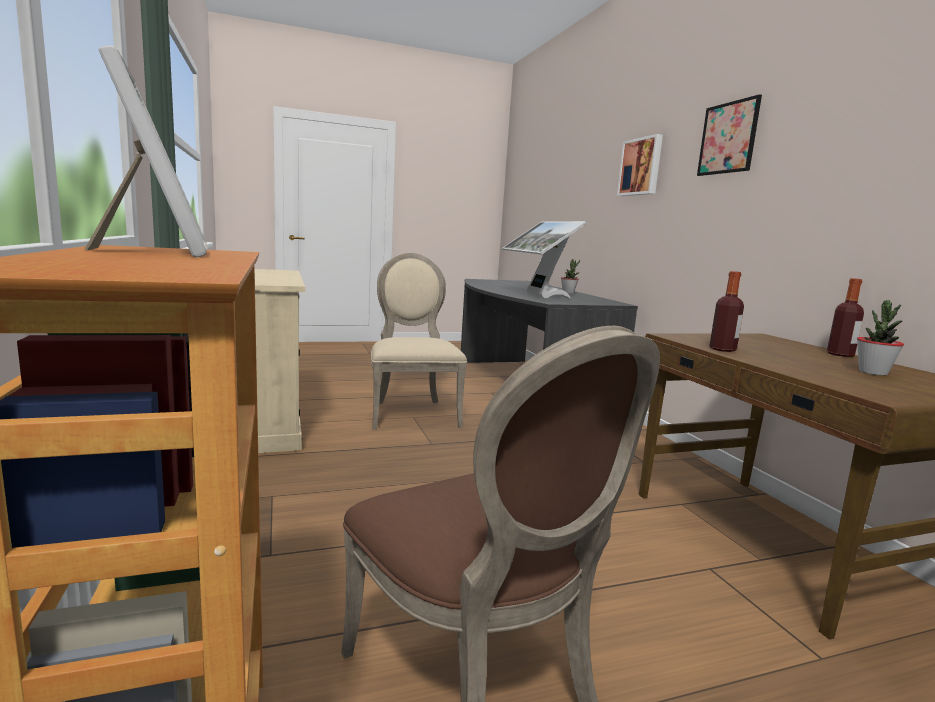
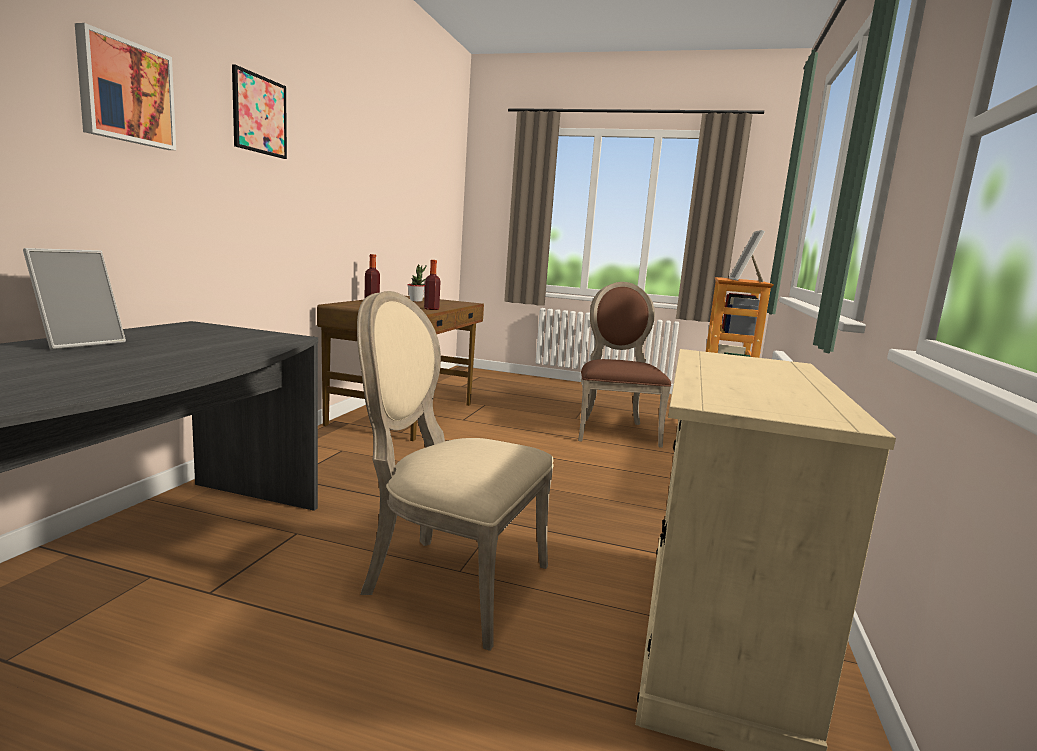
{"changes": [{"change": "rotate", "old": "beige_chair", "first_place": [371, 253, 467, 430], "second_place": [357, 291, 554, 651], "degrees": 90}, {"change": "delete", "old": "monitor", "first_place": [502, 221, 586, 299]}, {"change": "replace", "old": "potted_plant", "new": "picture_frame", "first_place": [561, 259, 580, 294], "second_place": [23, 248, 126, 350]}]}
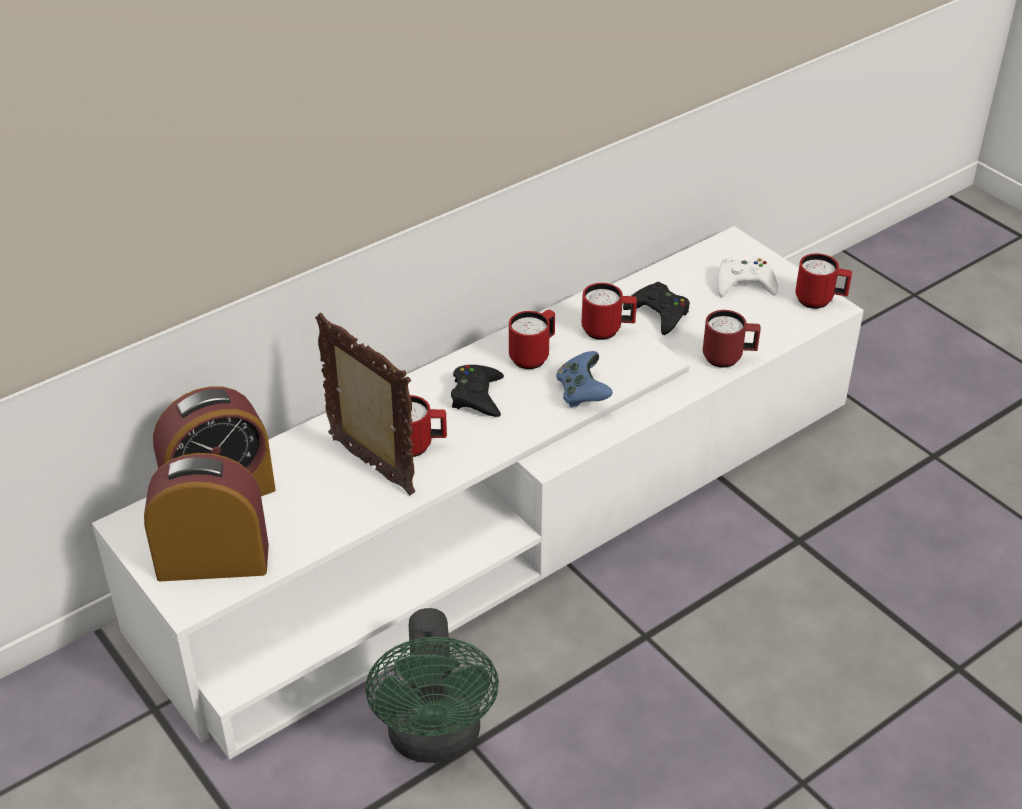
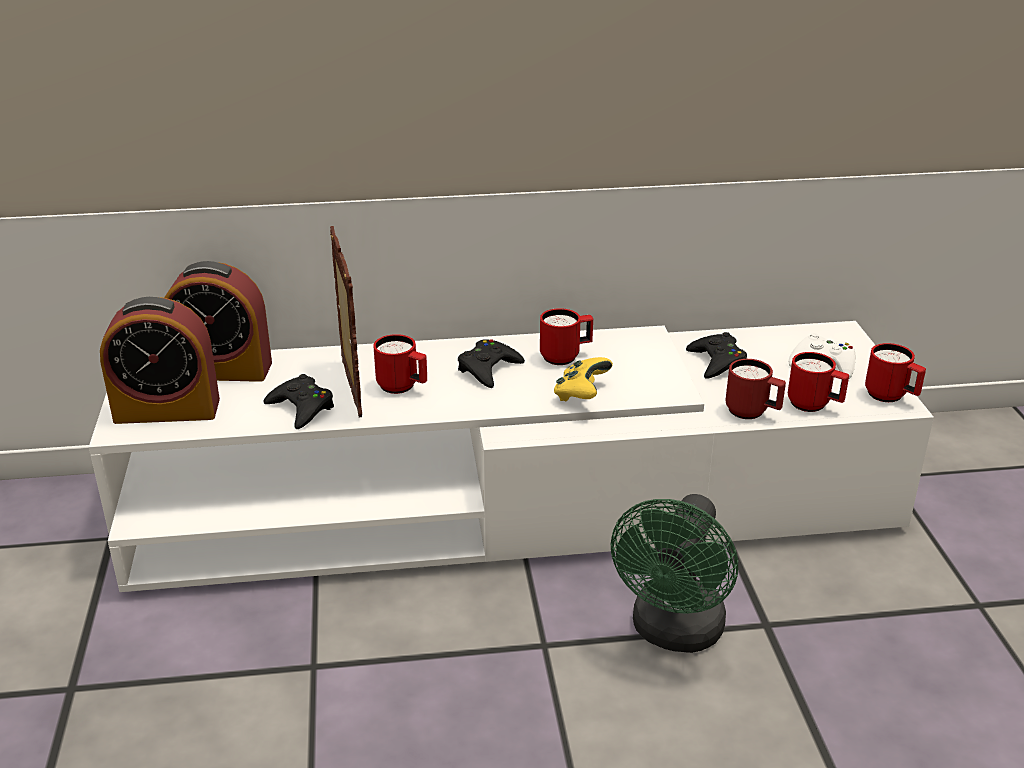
{"changes": [{"change": "rotate", "old": "alarm_clock", "first_place": [144, 453, 269, 581], "second_place": [100, 297, 220, 424], "degrees": 150}, {"change": "move", "old": "green_fan", "first_place": [365, 608, 499, 763], "second_place": [611, 494, 738, 653]}, {"change": "recolor", "old": "blue_game_controller", "new": "yellow_game_controller", "first_place": [556, 351, 613, 408], "second_place": [554, 357, 613, 402]}, {"change": "move", "old": "red_mug", "first_place": [582, 283, 637, 340], "second_place": [788, 352, 849, 412]}, {"change": "insert", "new": "black_game_controller", "second_place": [264, 374, 334, 429]}]}
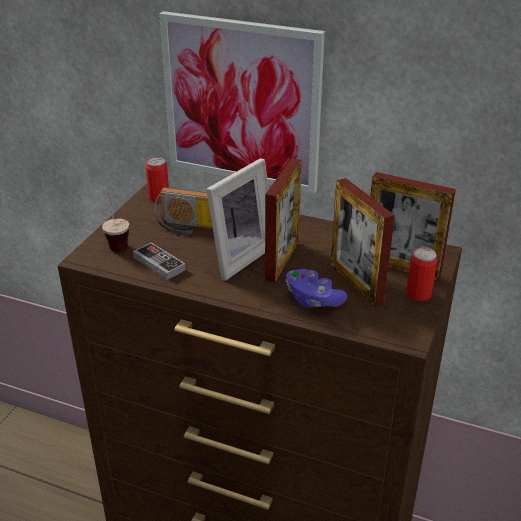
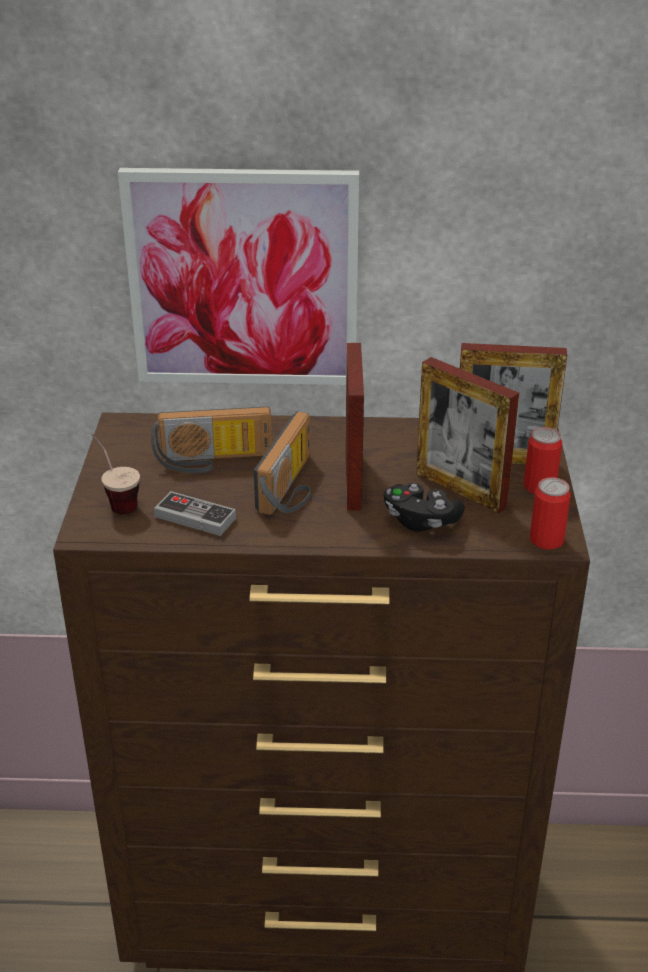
{"changes": [{"change": "move", "old": "can", "first_place": [146, 157, 169, 202], "second_place": [529, 477, 571, 550]}, {"change": "replace", "old": "picture_frame", "new": "radio", "first_place": [206, 158, 269, 281], "second_place": [254, 412, 311, 515]}, {"change": "recolor", "old": "purple_game_controller", "new": "black_game_controller", "first_place": [286, 269, 347, 308], "second_place": [384, 483, 465, 532]}]}
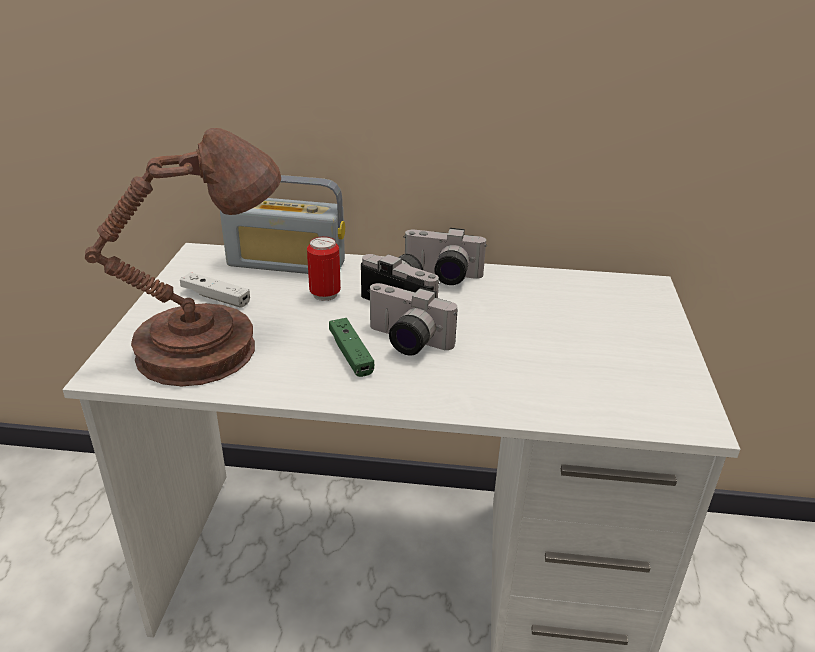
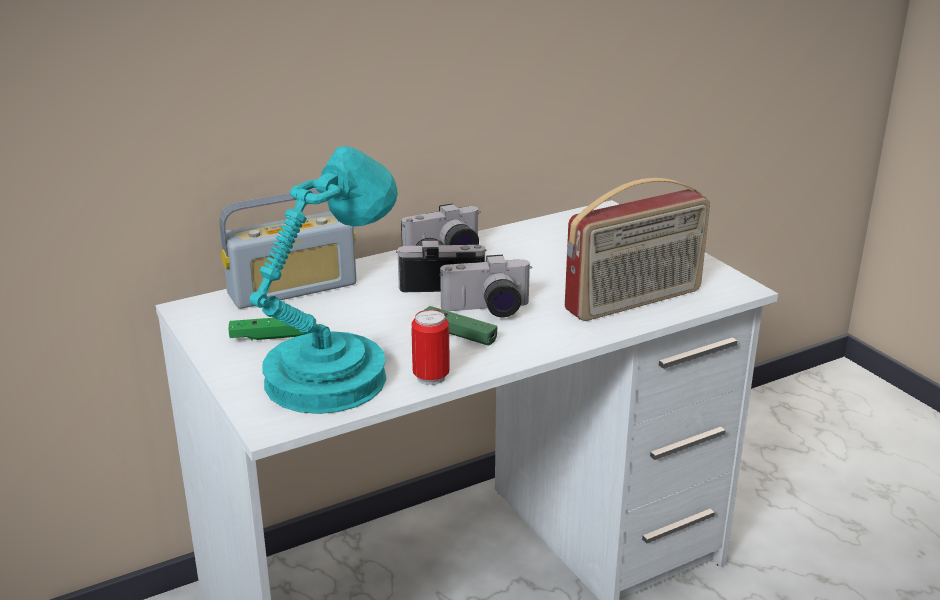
{"changes": [{"change": "recolor", "old": "brown_table_lamp", "new": "turquoise_table_lamp", "first_place": [85, 128, 281, 386], "second_place": [249, 146, 398, 414]}, {"change": "recolor", "old": "white_game_controller", "new": "green_game_controller", "first_place": [180, 272, 250, 308], "second_place": [229, 318, 312, 340]}, {"change": "move", "old": "can", "first_place": [307, 236, 341, 301], "second_place": [411, 310, 450, 385]}, {"change": "insert", "new": "radio", "second_place": [565, 178, 710, 321]}]}
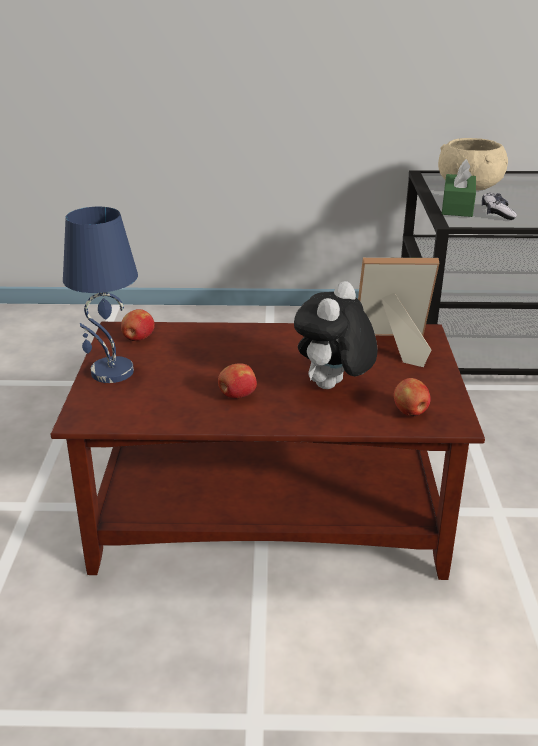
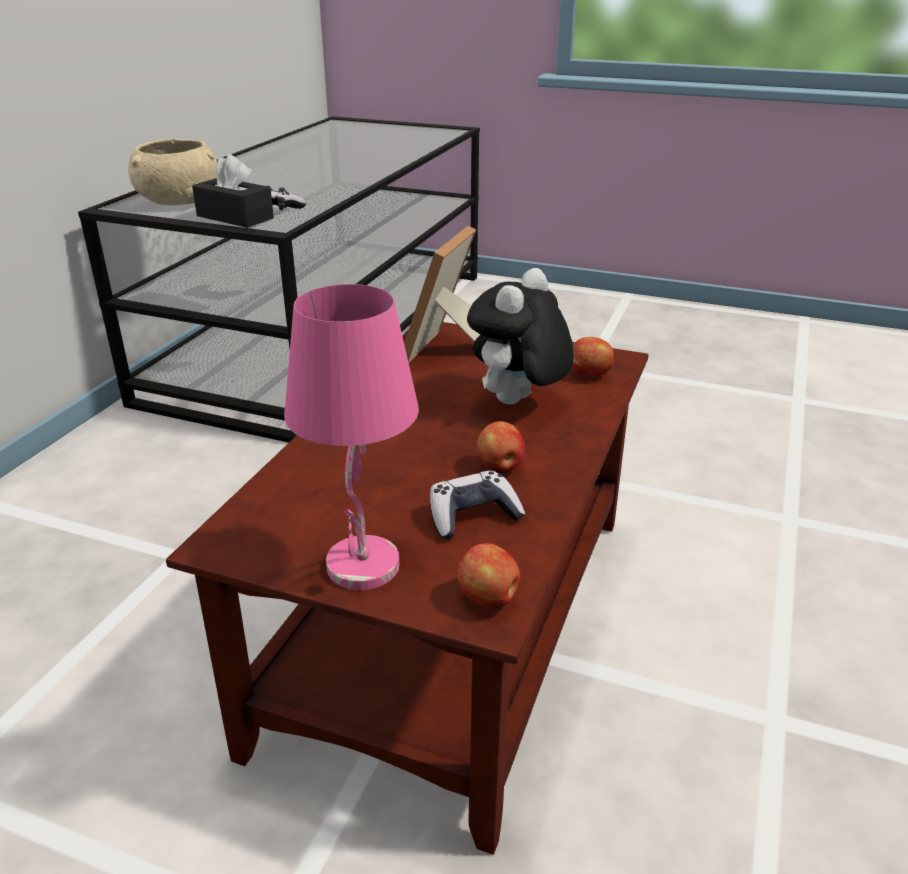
{"changes": [{"change": "recolor", "old": "blue_table_lamp", "new": "pink_table_lamp", "first_place": [63, 207, 138, 383], "second_place": [284, 284, 419, 590]}, {"change": "move", "old": "apple", "first_place": [121, 309, 155, 341], "second_place": [458, 543, 520, 608]}, {"change": "rotate", "old": "plush_toy", "first_place": [294, 281, 378, 389], "second_place": [467, 268, 574, 405], "degrees": 75}, {"change": "recolor", "old": "green_tissue_box", "new": "black_tissue_box", "first_place": [442, 159, 476, 217], "second_place": [192, 154, 274, 228]}, {"change": "insert", "new": "game_controller", "second_place": [430, 471, 525, 539]}]}
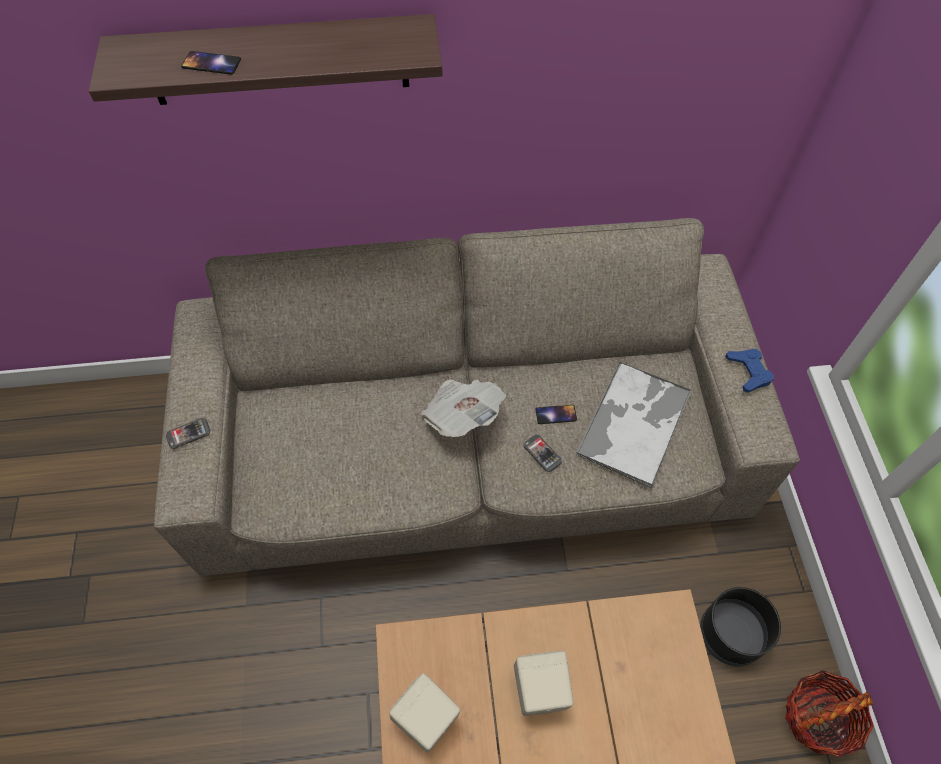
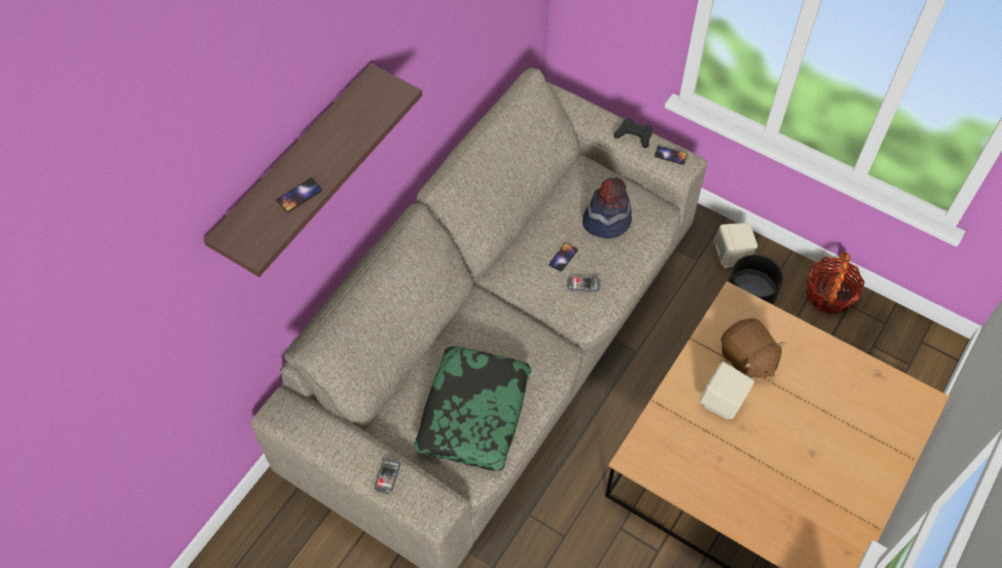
{"changes": [{"change": "move", "old": "beige_speaker", "first_place": [389, 673, 461, 753], "second_place": [714, 223, 758, 268]}, {"change": "delete", "old": "newspaper", "first_place": [421, 380, 506, 437]}, {"change": "replace", "old": "tray", "new": "hat", "first_place": [575, 362, 691, 488], "second_place": [583, 177, 632, 239]}, {"change": "recolor", "old": "blue_game_controller", "new": "black_game_controller", "first_place": [725, 349, 774, 393], "second_place": [614, 118, 653, 148]}, {"change": "insert", "new": "pillow", "second_place": [414, 346, 531, 471]}, {"change": "insert", "new": "phone", "second_place": [654, 146, 688, 165]}, {"change": "insert", "new": "brown_plush_toy", "second_place": [721, 318, 786, 378]}]}
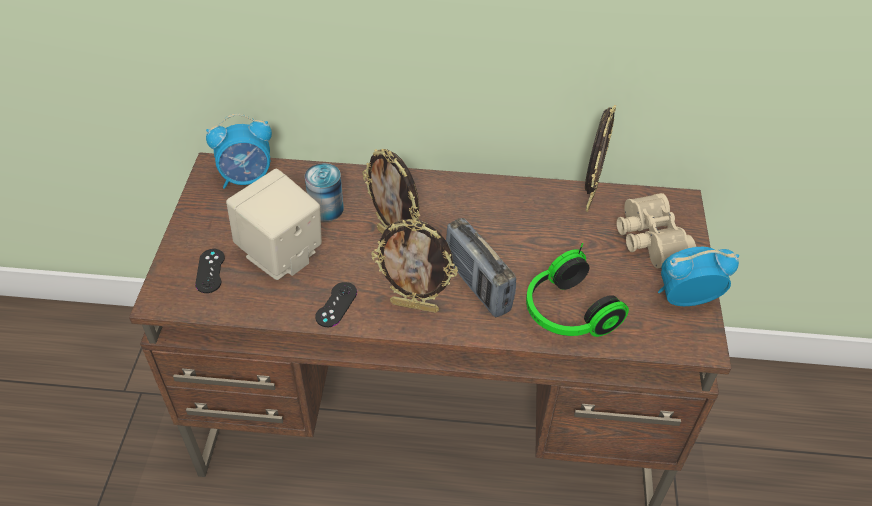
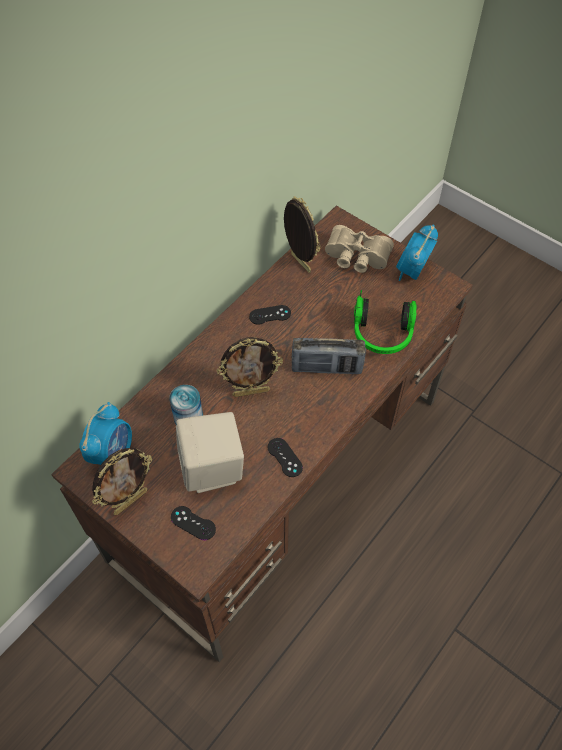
{"changes": [{"change": "move", "old": "picture_frame", "first_place": [371, 219, 458, 313], "second_place": [92, 448, 152, 515]}, {"change": "insert", "new": "black_game_controller", "second_place": [249, 305, 291, 325]}]}
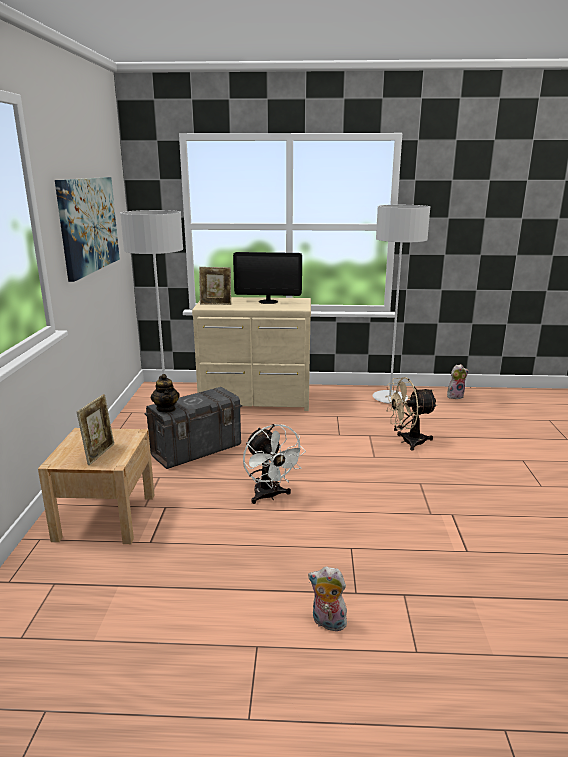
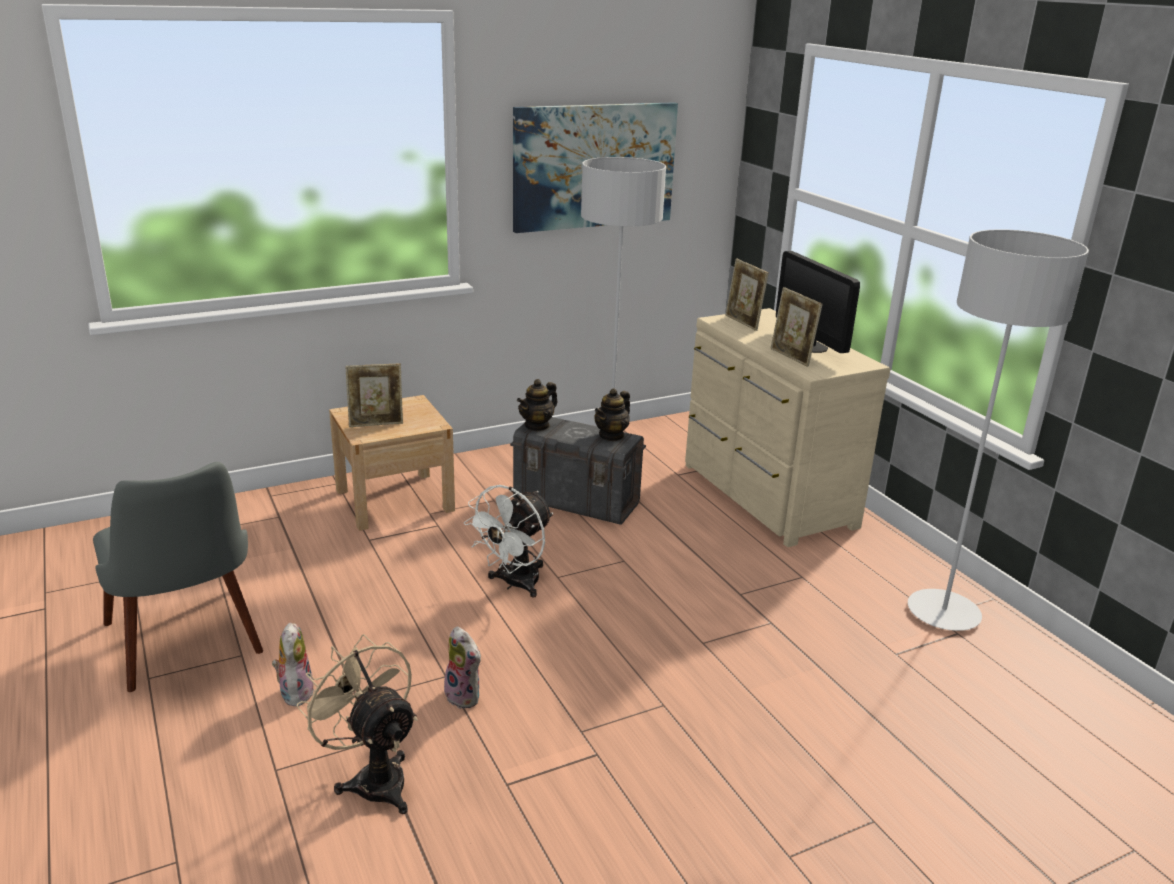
{"changes": [{"change": "move", "old": "beige_fan", "first_place": [385, 377, 438, 451], "second_place": [297, 634, 418, 814]}, {"change": "move", "old": "plush_toy", "first_place": [447, 364, 469, 399], "second_place": [444, 627, 482, 709]}, {"change": "insert", "new": "grey_chair", "second_place": [93, 462, 263, 692]}, {"change": "insert", "new": "teapot", "second_place": [594, 388, 630, 441]}, {"change": "insert", "new": "picture_frame", "second_place": [771, 287, 822, 367]}]}
